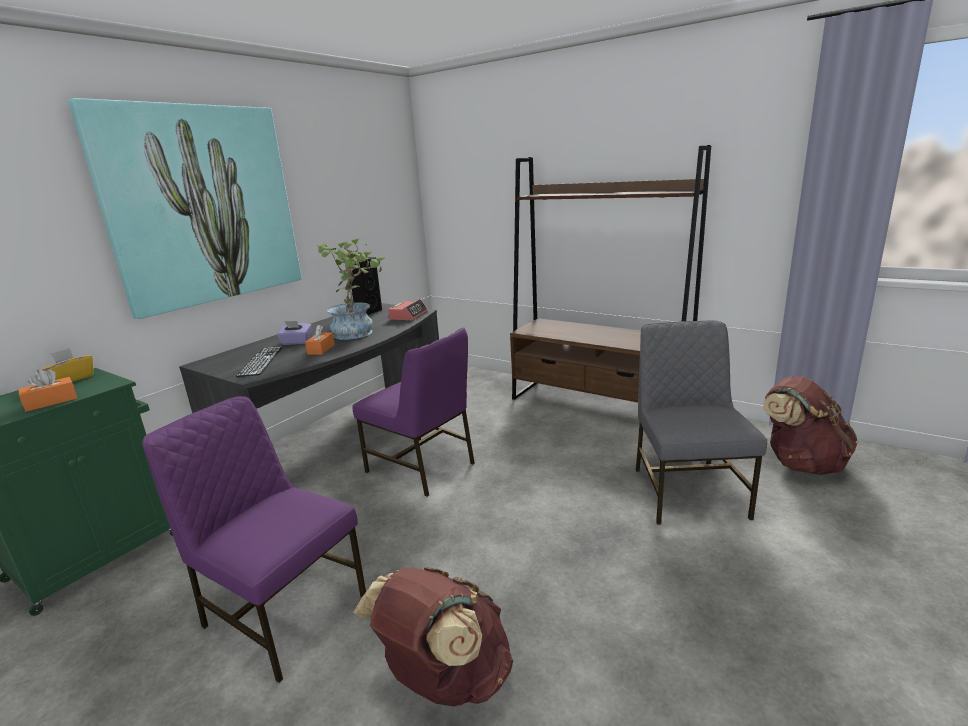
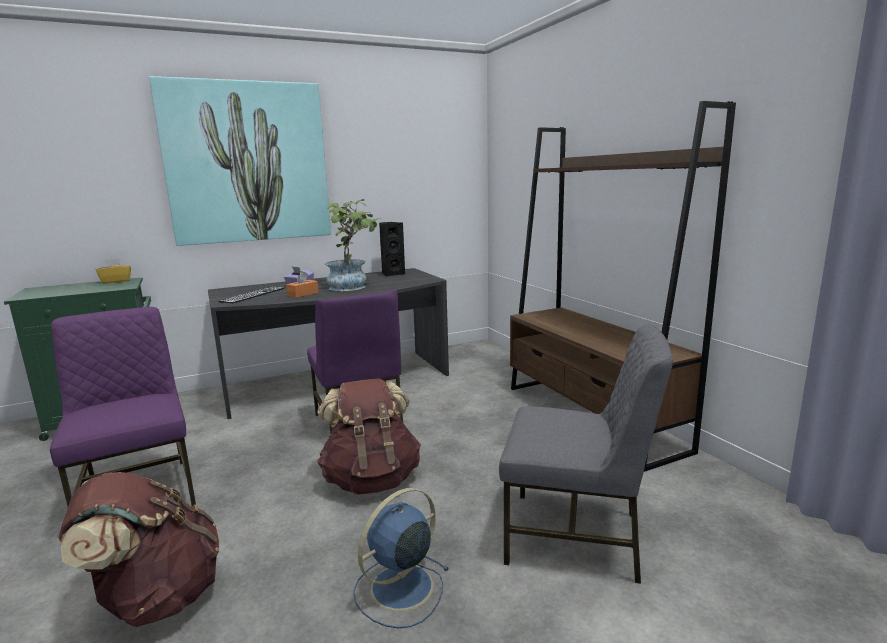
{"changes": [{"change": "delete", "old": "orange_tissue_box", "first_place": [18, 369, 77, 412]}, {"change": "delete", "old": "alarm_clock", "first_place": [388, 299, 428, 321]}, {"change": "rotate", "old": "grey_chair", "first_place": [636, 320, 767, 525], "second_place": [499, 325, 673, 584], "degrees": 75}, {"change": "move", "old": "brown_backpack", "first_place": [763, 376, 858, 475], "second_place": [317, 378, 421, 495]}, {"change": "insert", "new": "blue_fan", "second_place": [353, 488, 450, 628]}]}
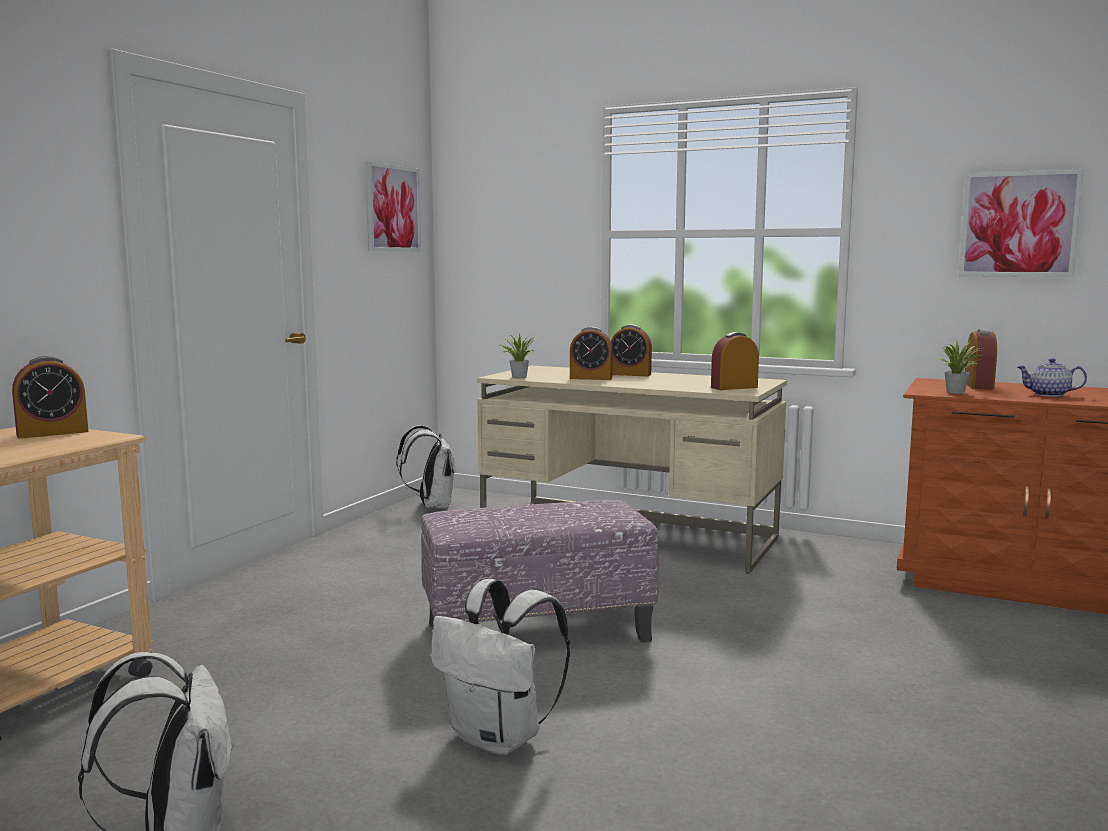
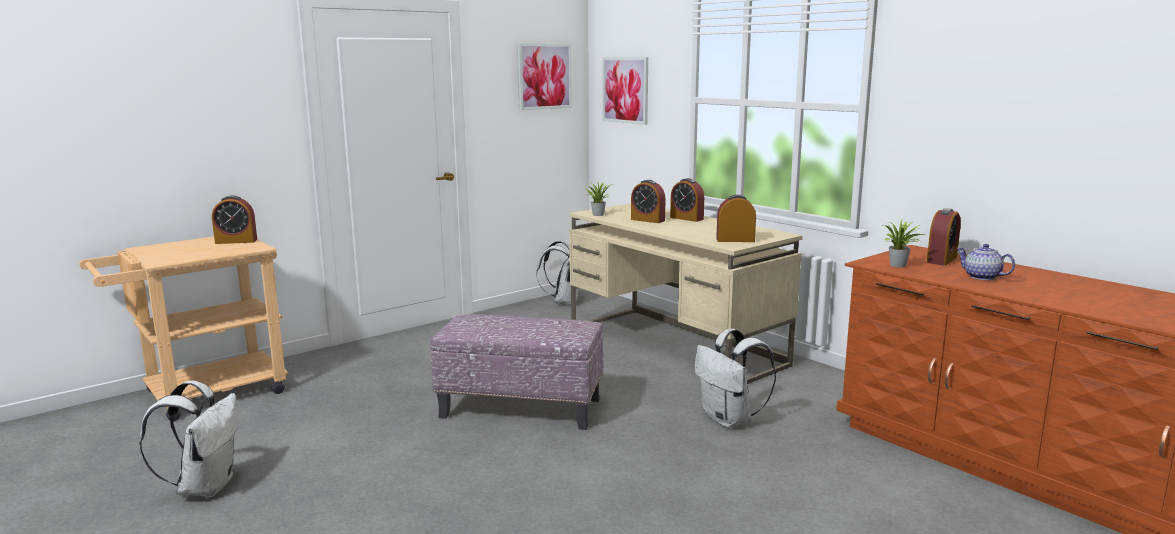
{"changes": [{"change": "move", "old": "white_backpack", "first_place": [431, 579, 570, 755], "second_place": [694, 329, 776, 428]}, {"change": "move", "old": "picture", "first_place": [959, 169, 1083, 277], "second_place": [603, 57, 648, 125]}]}
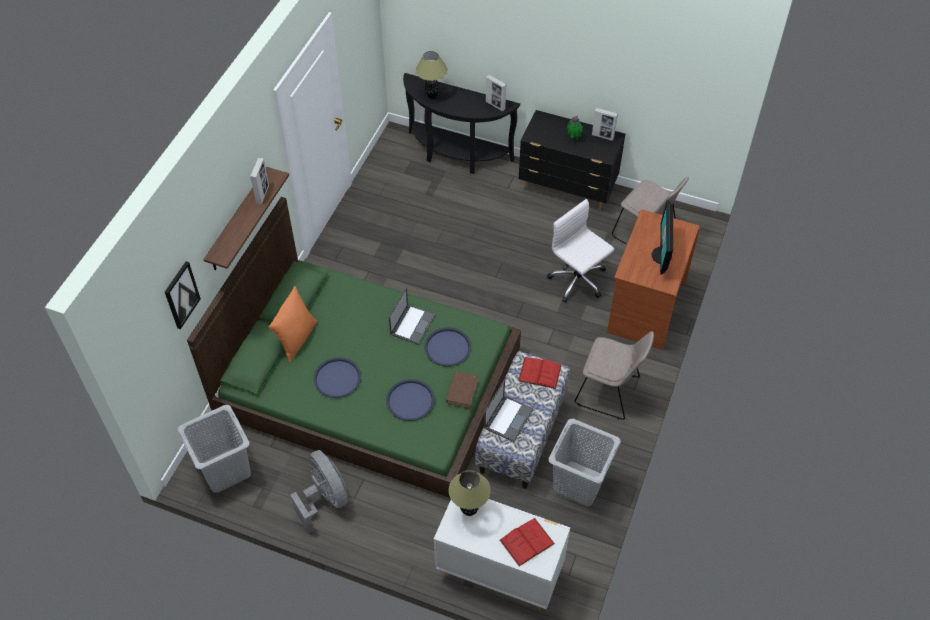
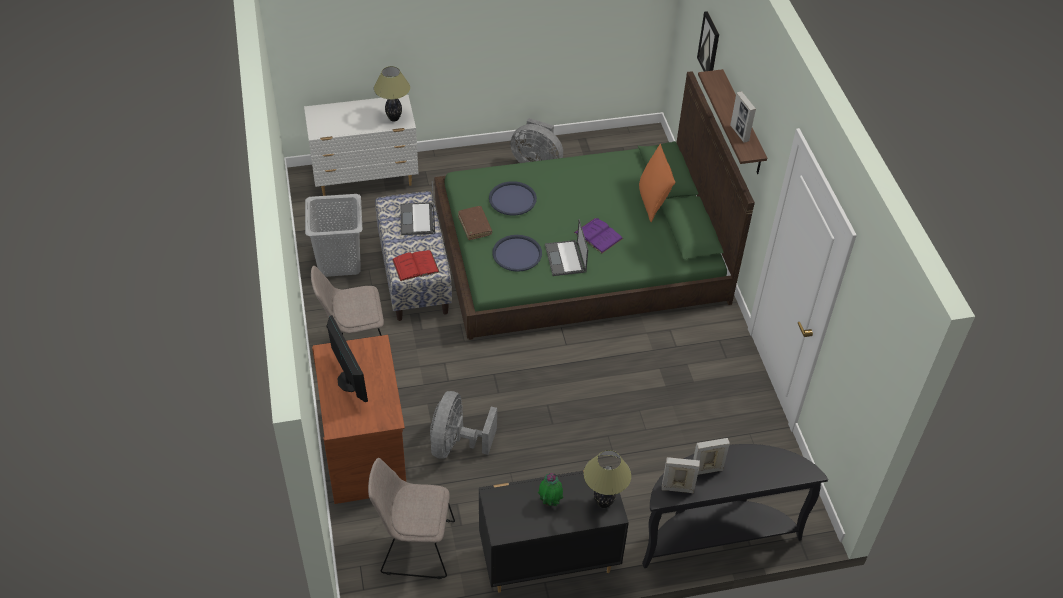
{"changes": [{"change": "delete", "old": "grey_laundry_basket", "first_place": [178, 405, 251, 493]}, {"change": "delete", "old": "blue_tray", "first_place": [313, 357, 361, 398]}, {"change": "move", "old": "table_lamp", "first_place": [415, 51, 447, 99], "second_place": [584, 450, 631, 508]}, {"change": "delete", "old": "red_book", "first_place": [500, 518, 555, 567]}, {"change": "replace", "old": "white_office_chair", "new": "grey_fan", "first_place": [547, 199, 614, 303], "second_place": [430, 391, 497, 459]}, {"change": "move", "old": "picture_frame", "first_place": [592, 108, 618, 141], "second_place": [693, 438, 730, 475]}, {"change": "insert", "new": "purple_book", "second_place": [574, 218, 623, 253]}]}
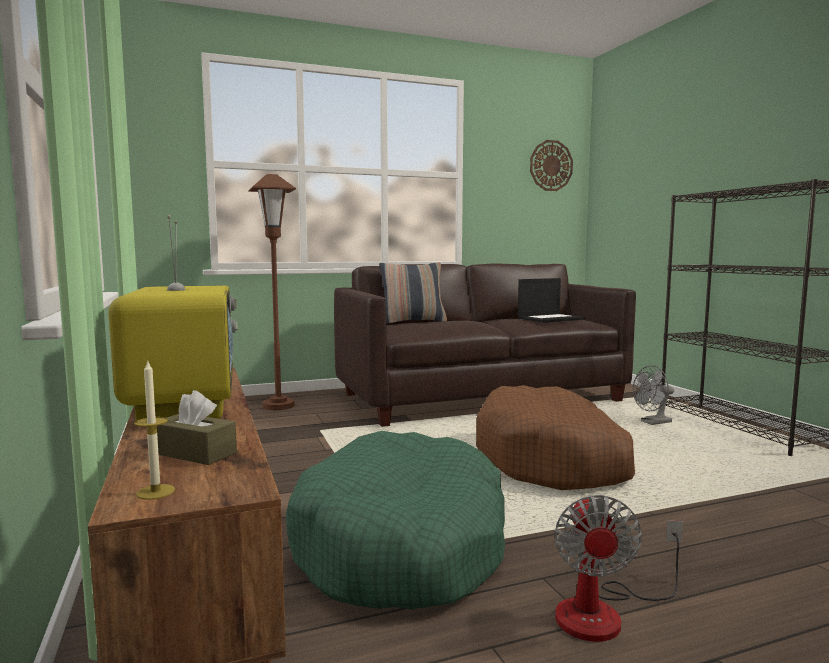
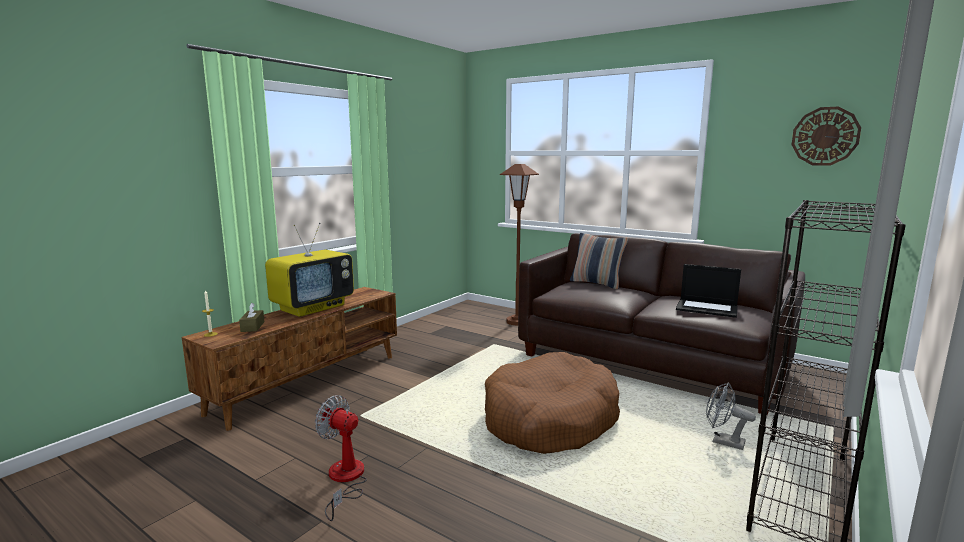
{"changes": [{"change": "delete", "old": "green_dog_bed", "first_place": [286, 431, 505, 610]}, {"change": "rotate", "old": "fan", "first_place": [554, 495, 683, 642], "second_place": [315, 395, 367, 521], "degrees": 60}]}
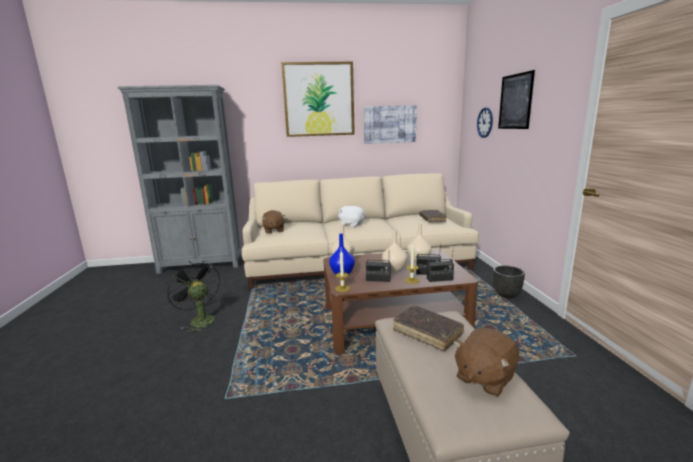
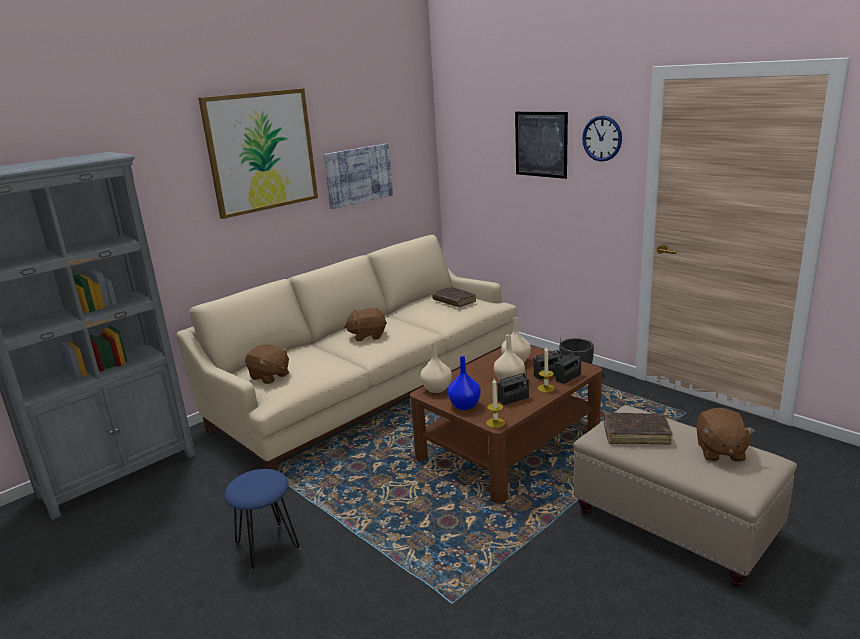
{"changes": [{"change": "replace", "old": "black_fan", "new": "blue_stool", "first_place": [165, 261, 220, 332], "second_place": [224, 469, 300, 571]}, {"change": "recolor", "old": "white_plush_toy", "new": "brown_plush_toy", "first_place": [338, 206, 365, 227], "second_place": [344, 308, 387, 341]}, {"change": "move", "old": "wall_clock", "first_place": [477, 107, 493, 138], "second_place": [582, 116, 622, 162]}]}
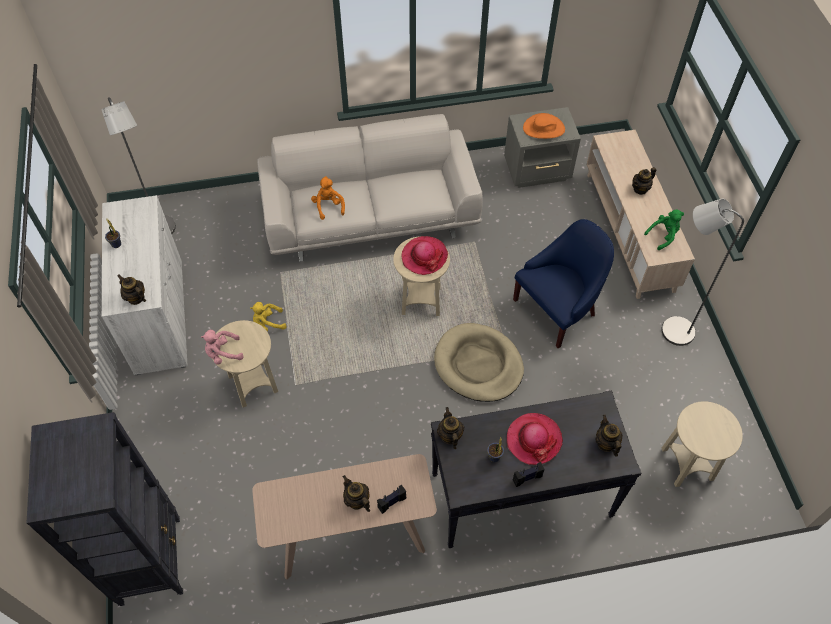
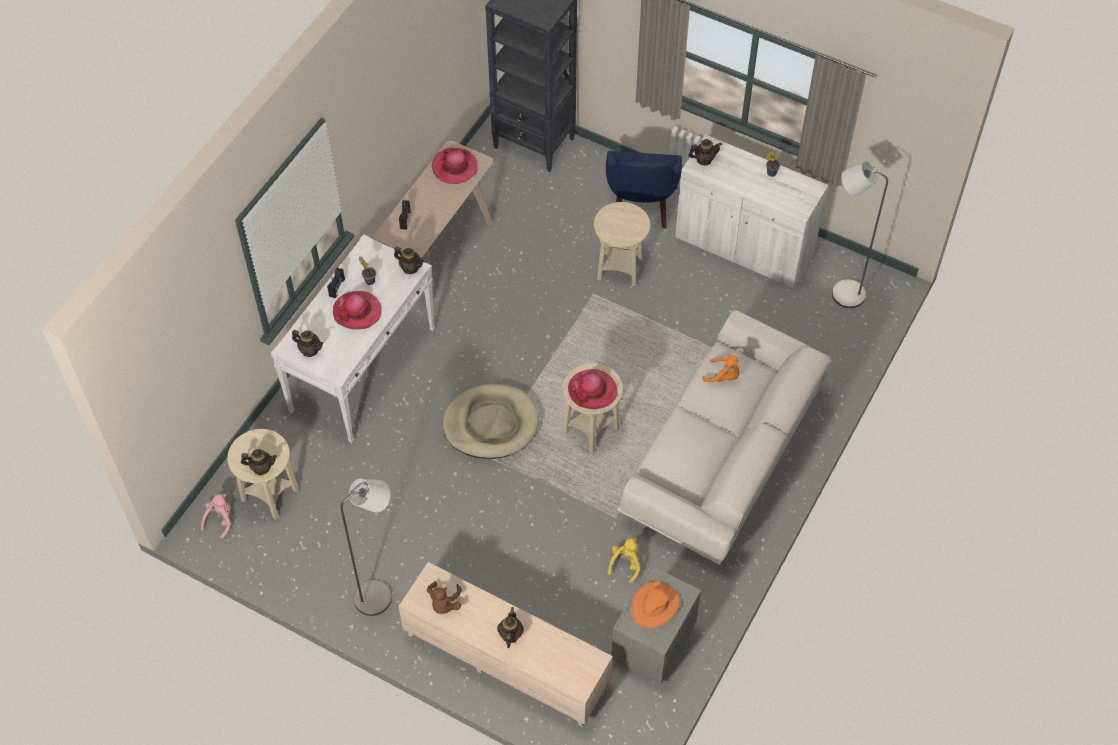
{"changes": [{"change": "move", "old": "pink_plush_toy", "first_place": [201, 330, 244, 365], "second_place": [200, 494, 231, 540]}, {"change": "move", "old": "yellow_plush_toy", "first_place": [250, 302, 287, 331], "second_place": [607, 538, 641, 584]}, {"change": "move", "old": "teapot", "first_place": [343, 475, 370, 512], "second_place": [241, 449, 277, 475]}, {"change": "recolor", "old": "black_console_table", "new": "white_console_table", "first_place": [431, 390, 641, 548], "second_place": [271, 234, 435, 443]}, {"change": "move", "old": "blue_armchair", "first_place": [513, 219, 614, 348], "second_place": [606, 151, 682, 229]}, {"change": "recolor", "old": "green_plush_toy", "new": "brown_plush_toy", "first_place": [644, 210, 684, 250], "second_place": [427, 581, 462, 614]}, {"change": "insert", "new": "hat", "second_place": [432, 148, 478, 184]}]}
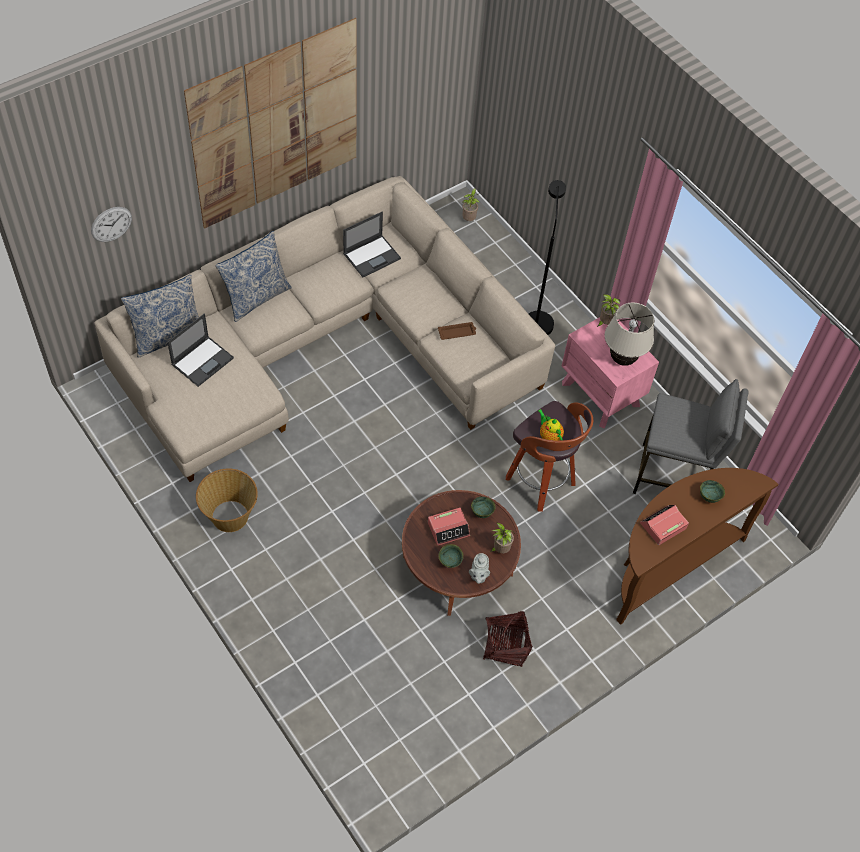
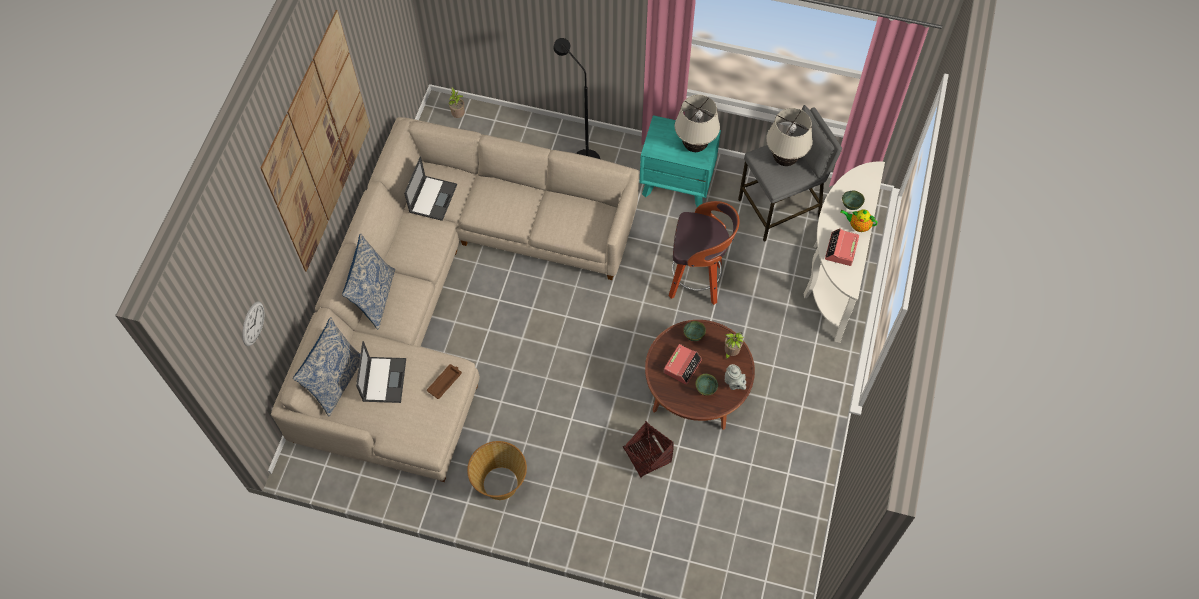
{"changes": [{"change": "move", "old": "brown_tray", "first_place": [438, 322, 476, 340], "second_place": [427, 364, 462, 399]}, {"change": "move", "old": "basket", "first_place": [483, 611, 533, 666], "second_place": [623, 421, 674, 478]}, {"change": "move", "old": "teapot", "first_place": [538, 409, 564, 440], "second_place": [840, 209, 878, 232]}, {"change": "recolor", "old": "pink_nightstand", "new": "turquoise_nightstand", "first_place": [562, 317, 659, 429], "second_place": [639, 115, 721, 207]}, {"change": "delete", "old": "potted_plant", "first_place": [597, 294, 621, 327]}, {"change": "recolor", "old": "brown_console_table", "new": "white_console_table", "first_place": [616, 468, 778, 625], "second_place": [803, 161, 885, 343]}, {"change": "insert", "new": "beige_table_lamp", "second_place": [766, 108, 813, 166]}]}
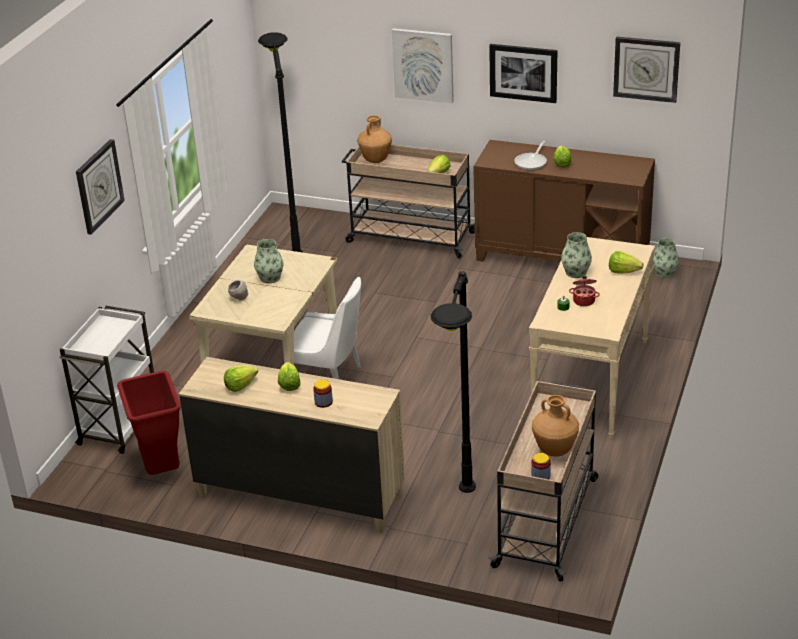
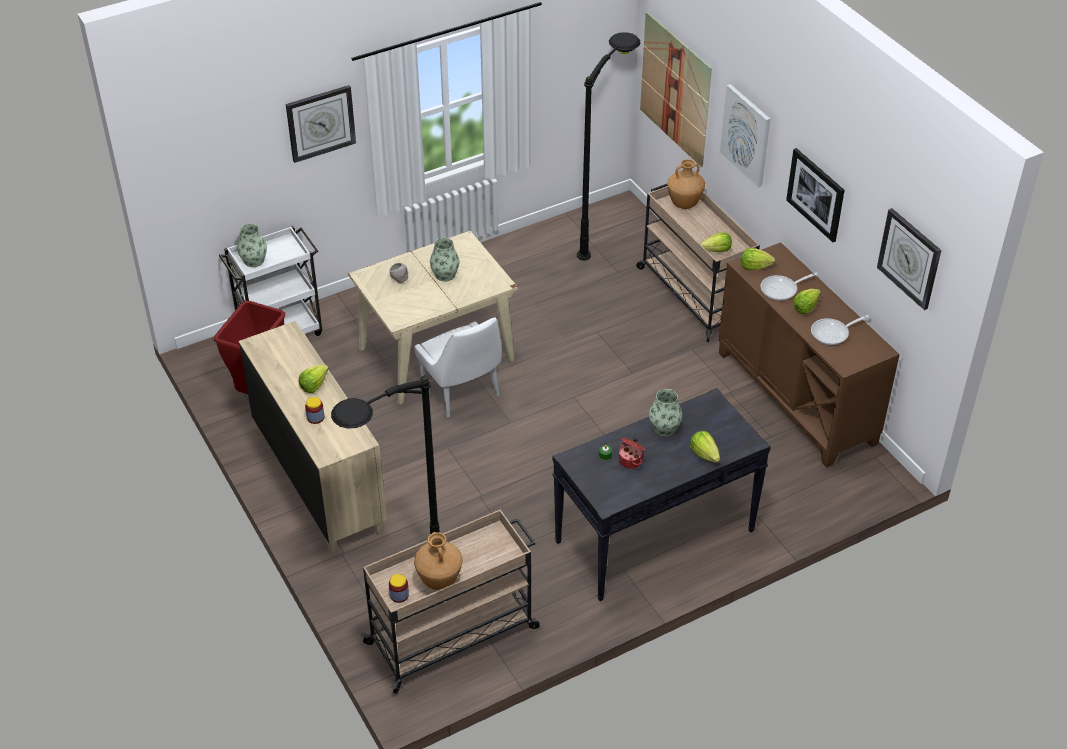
{"changes": [{"change": "move", "old": "lettuce", "first_place": [224, 365, 258, 392], "second_place": [741, 248, 775, 270]}, {"change": "recolor", "old": "beige_console_table", "new": "black_console_table", "first_place": [529, 237, 655, 438], "second_place": [552, 388, 771, 601]}, {"change": "move", "old": "vase", "first_place": [653, 238, 679, 278], "second_place": [237, 224, 267, 267]}, {"change": "insert", "new": "picture", "second_place": [640, 12, 712, 167]}, {"change": "insert", "new": "frying_pan", "second_place": [811, 315, 869, 345]}]}
